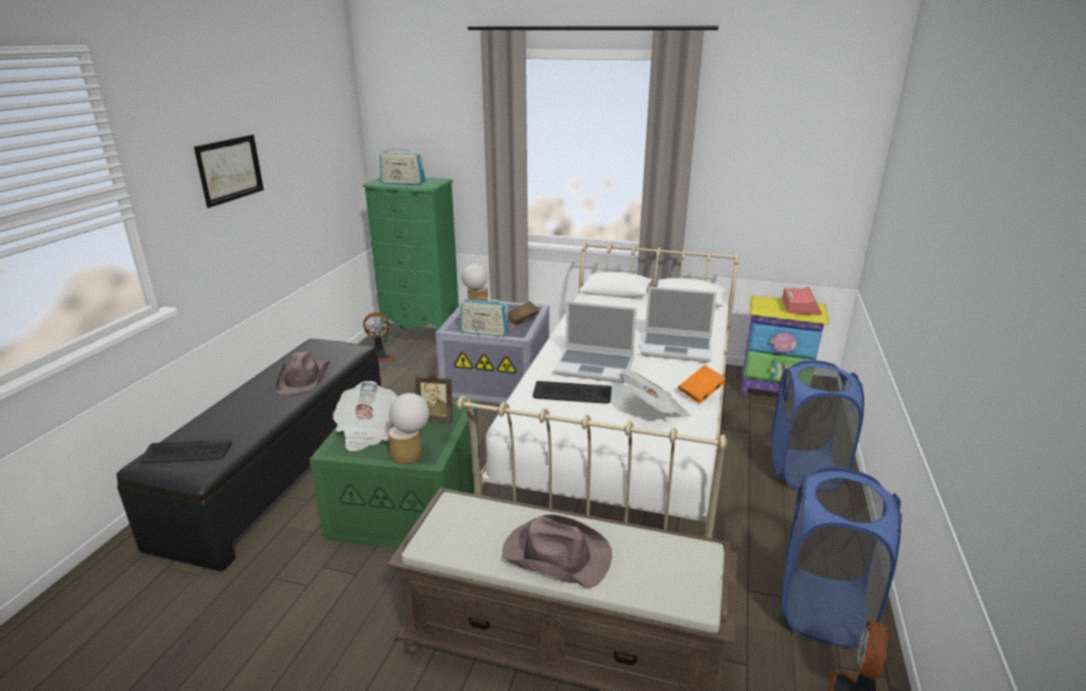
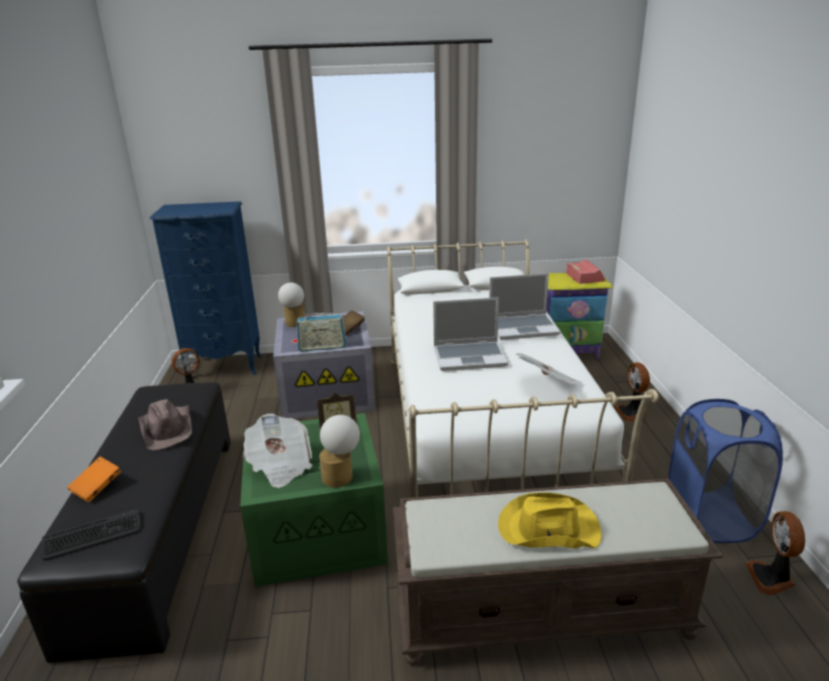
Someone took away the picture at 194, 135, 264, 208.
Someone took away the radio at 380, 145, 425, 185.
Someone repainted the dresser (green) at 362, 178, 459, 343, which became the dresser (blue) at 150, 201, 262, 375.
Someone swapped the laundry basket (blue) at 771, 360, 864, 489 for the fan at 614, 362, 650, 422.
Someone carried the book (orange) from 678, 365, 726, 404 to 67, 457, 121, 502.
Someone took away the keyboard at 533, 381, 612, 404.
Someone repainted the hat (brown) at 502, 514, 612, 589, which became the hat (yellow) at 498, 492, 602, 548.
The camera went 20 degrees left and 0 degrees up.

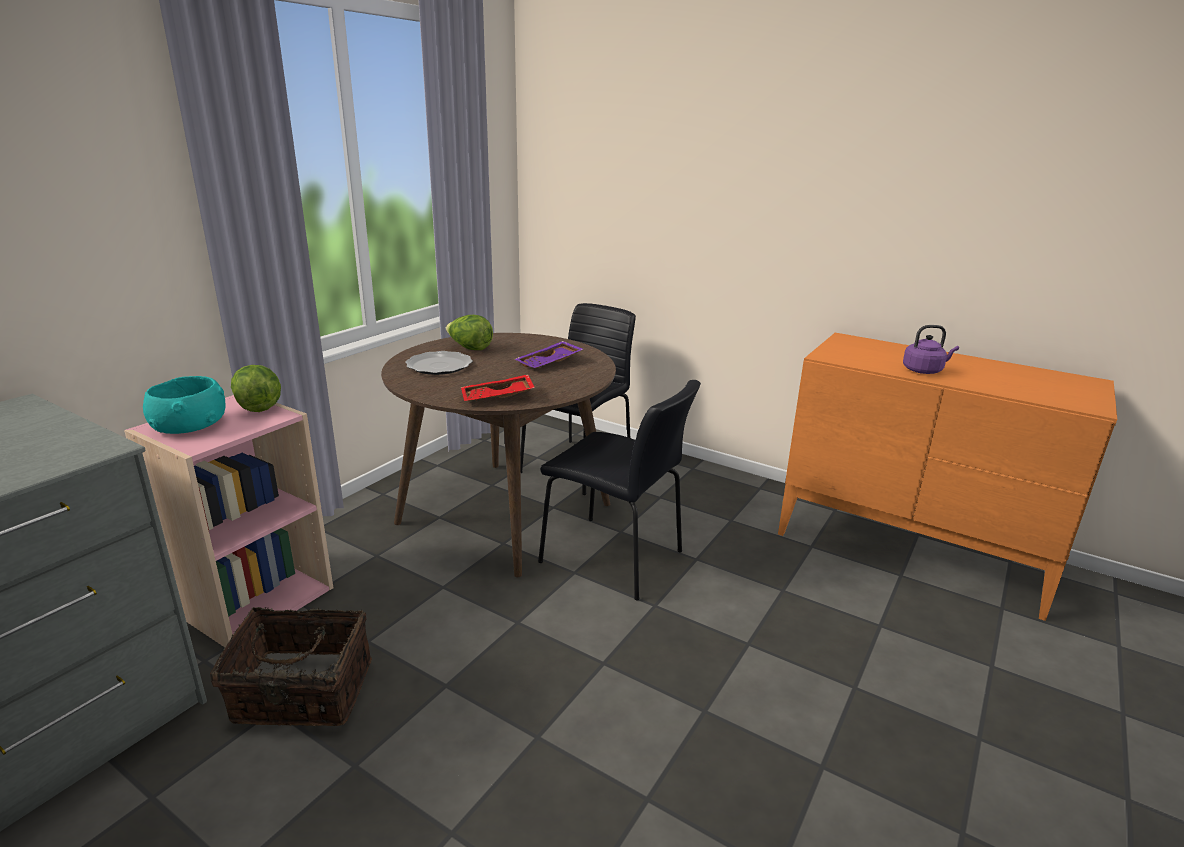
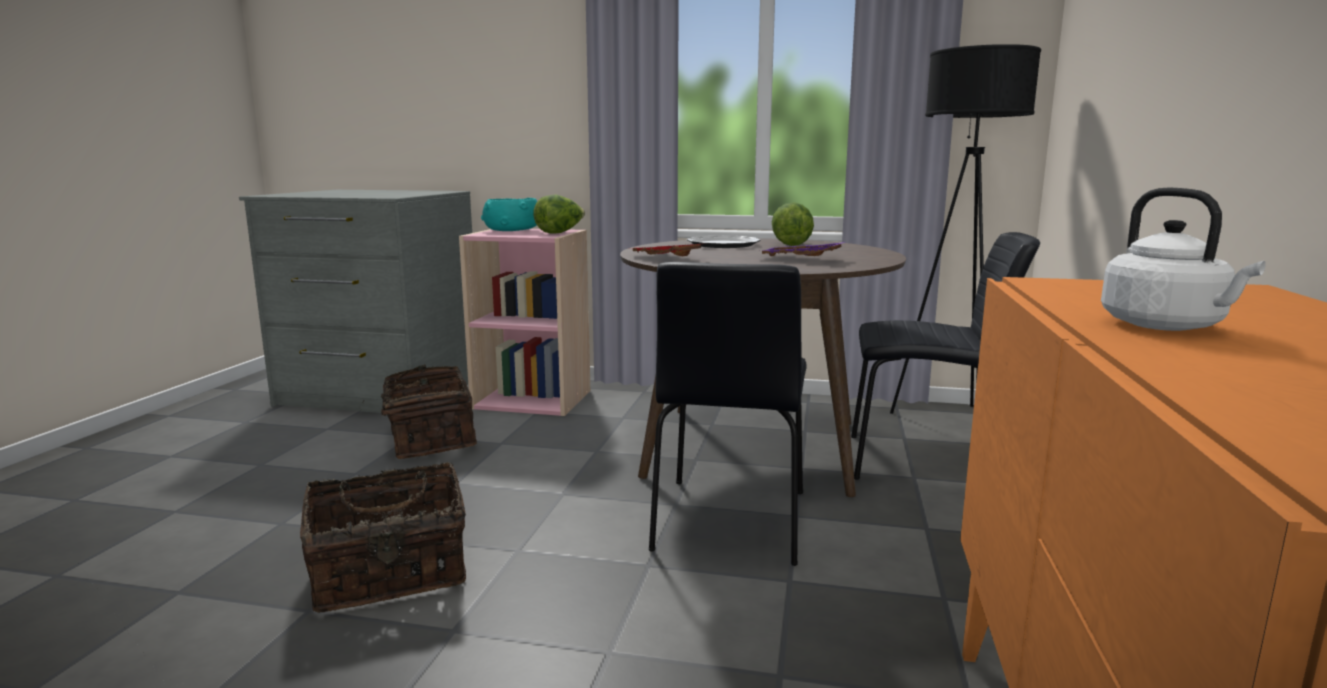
Someone repainted the kettle (purple) at 903, 325, 959, 374, which became the kettle (white) at 1101, 187, 1266, 331.
Someone put down the floor lamp (black) at 890, 44, 1041, 414.
Someone put down the basket at 300, 462, 466, 613.
The camera went 70 degrees right and 10 degrees down.

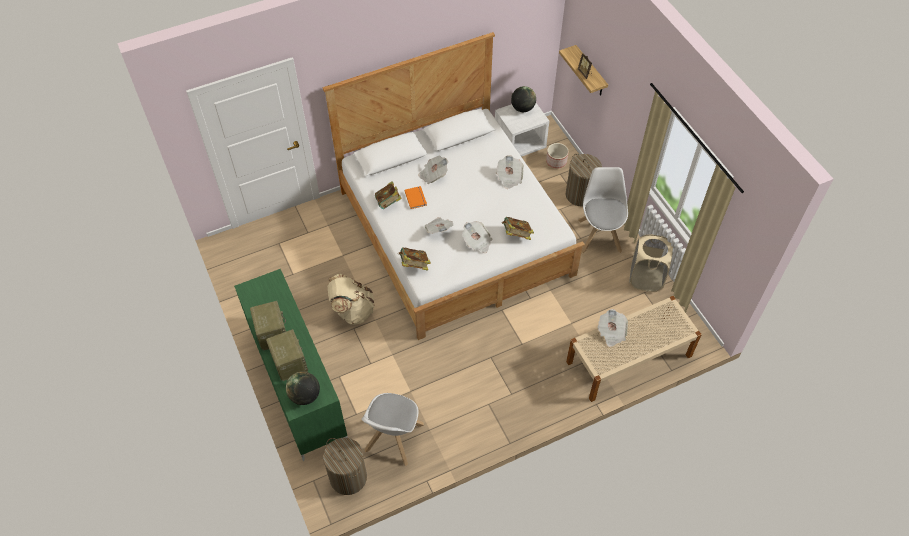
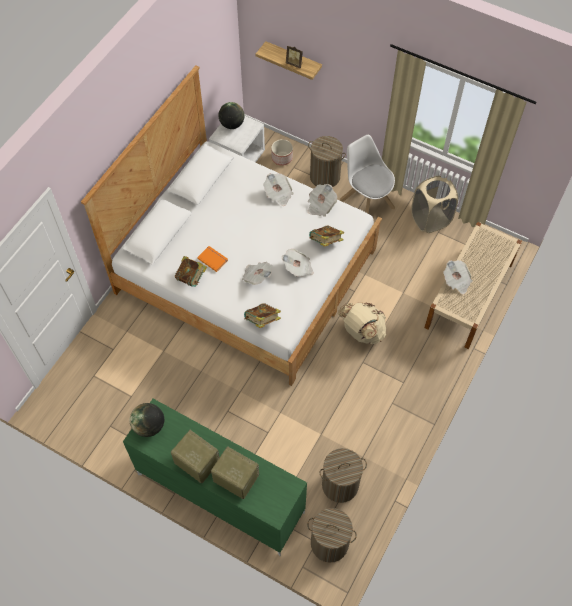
Someone carried the newspaper from 418, 156, 448, 184 to 308, 184, 337, 217.
Someone carried the backpack (beige) from 328, 274, 375, 325 to 338, 302, 386, 344.
Someone carried the globe from 286, 372, 320, 405 to 129, 403, 164, 437.
Someone swapped the chair at 361, 393, 424, 466 for the laundry basket at 320, 448, 367, 503.
The camera went 35 degrees left and 5 degrees up.

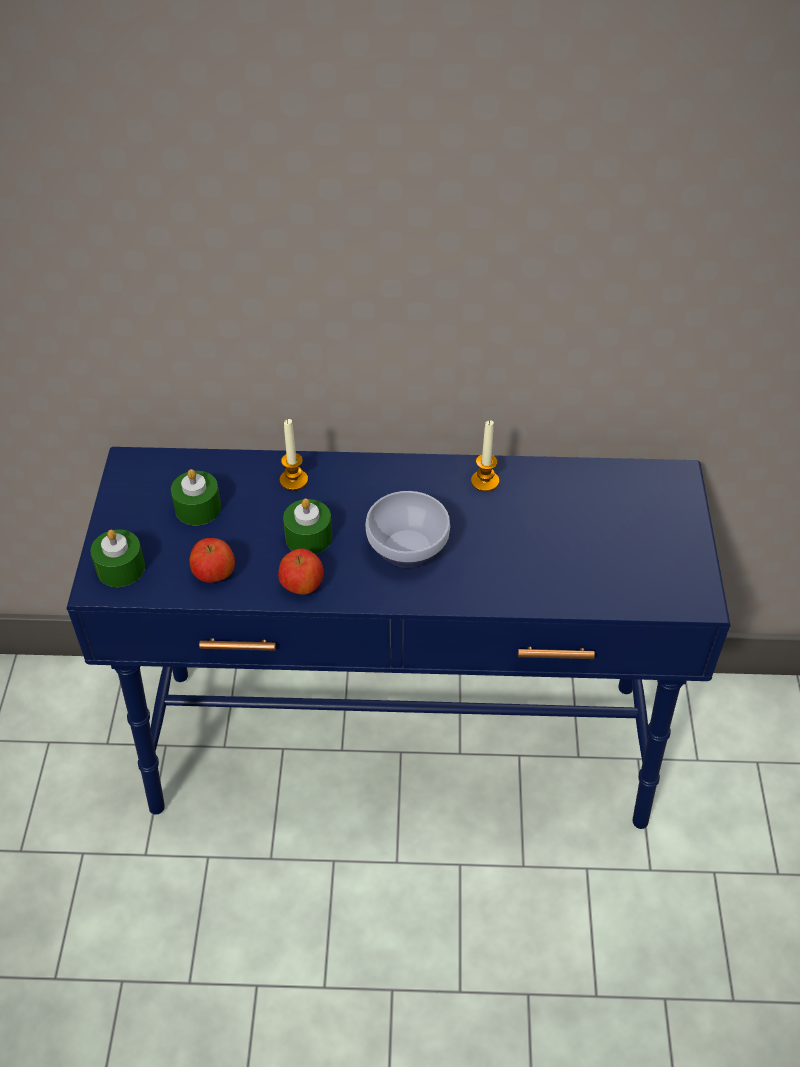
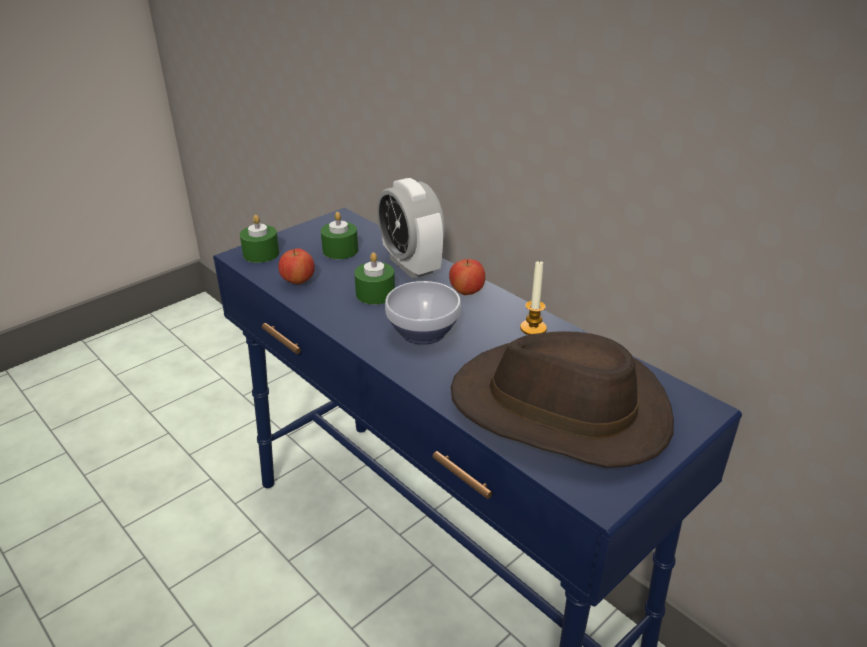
Someone swapped the candle at 280, 419, 308, 491 for the alarm clock at 377, 178, 445, 279.
Someone carried the apple from 278, 548, 324, 595 to 449, 259, 485, 295.
Someone put down the hat (brown) at 451, 331, 674, 468.
The camera went 45 degrees right and 15 degrees down.

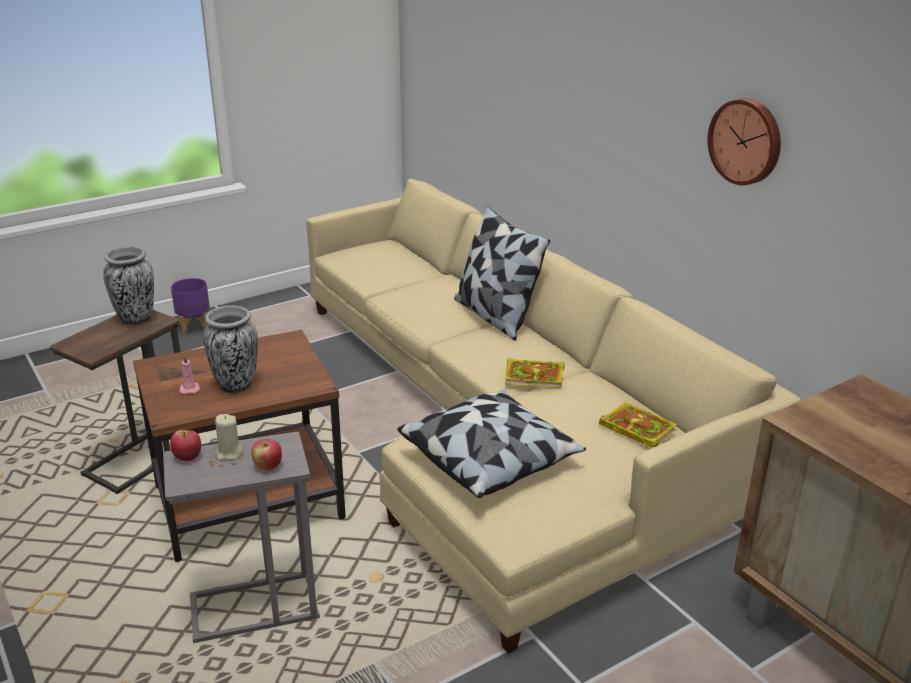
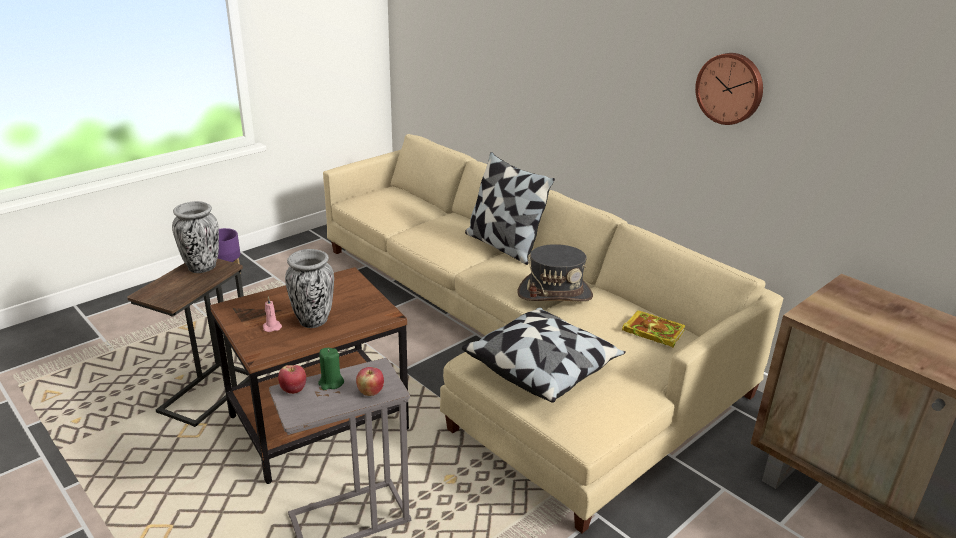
Someone swapped the book at 505, 358, 565, 388 for the hat (grey) at 517, 244, 593, 301.
Someone repainted the candle (beige) at 215, 414, 243, 461, which became the candle (green) at 318, 348, 344, 390.
The camera went 10 degrees left and 0 degrees up.

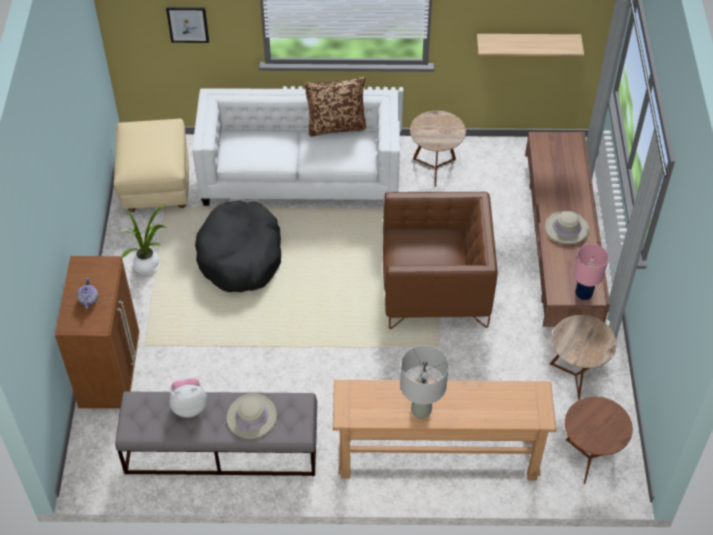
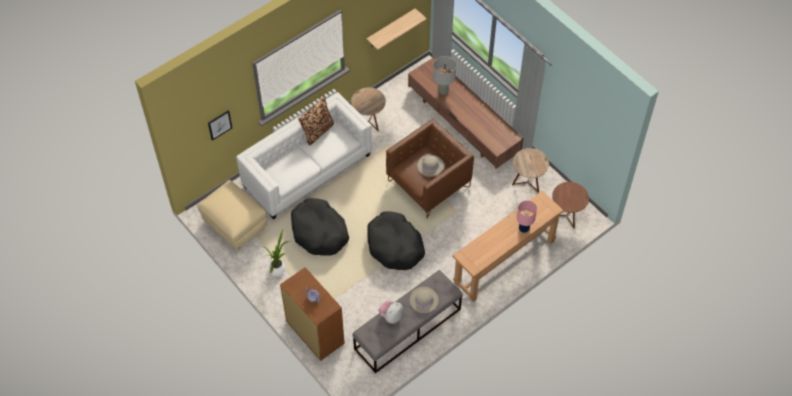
Someone carried the hat (beige) from 545, 211, 590, 244 to 417, 155, 444, 177.
Someone carried the table lamp (pink) from 573, 244, 609, 300 to 517, 201, 537, 233.
Someone carried the table lamp (grey) from 400, 345, 449, 419 to 433, 56, 456, 95.
Someone put down the dog bed (black) at 367, 211, 425, 270.
The camera went 40 degrees left and 5 degrees up.

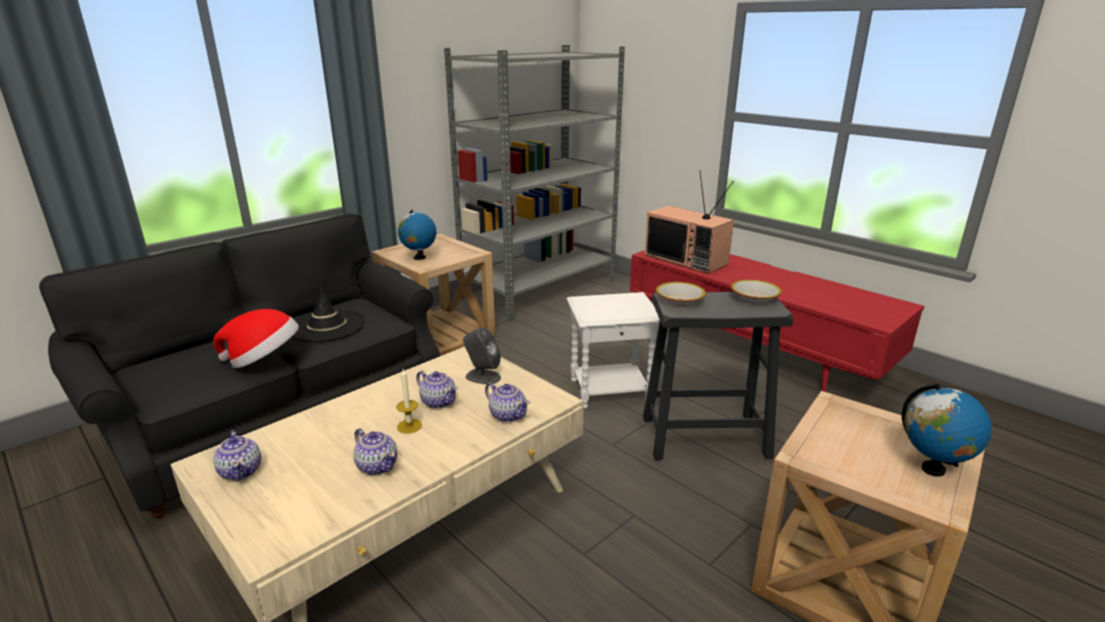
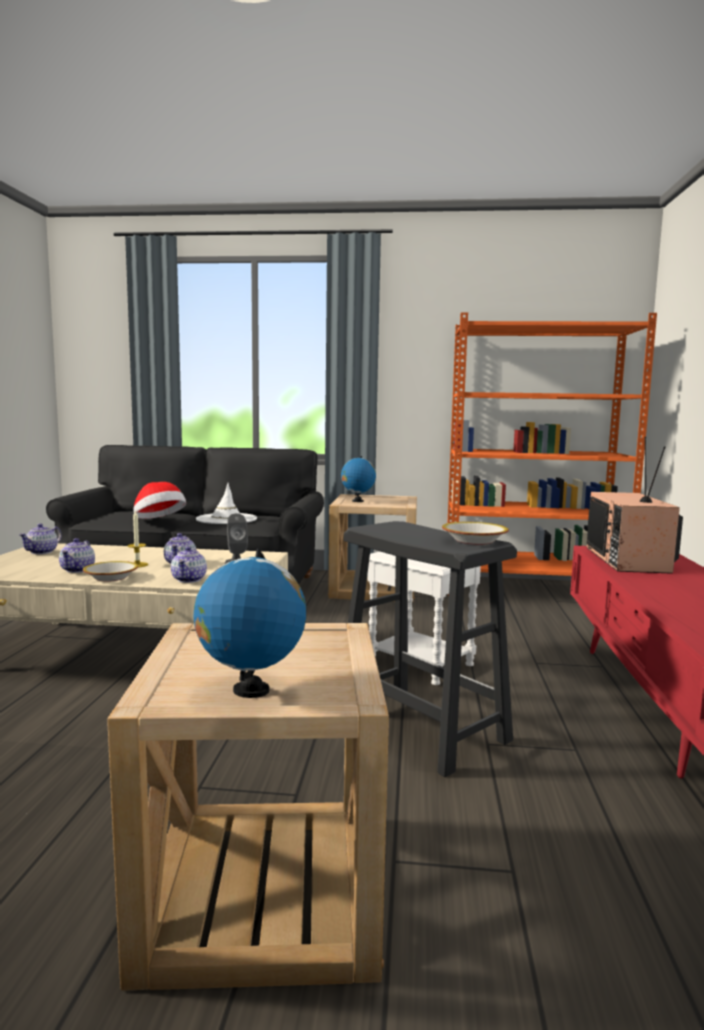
Someone repainted the bookcase (grey) at 444, 45, 625, 322, which became the bookcase (orange) at 447, 312, 657, 576.
Someone carried the bowl from 656, 282, 706, 306 to 83, 561, 138, 582.
Someone repainted the hat (black) at 292, 284, 365, 342, which became the hat (white) at 196, 483, 257, 524.
The camera went 50 degrees right and 15 degrees down.

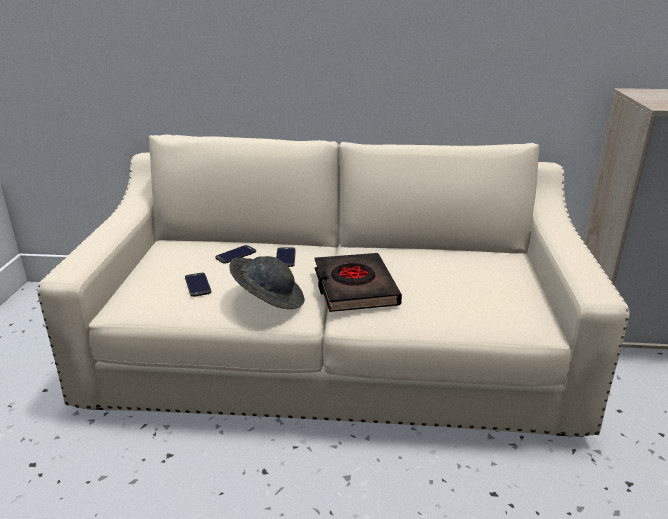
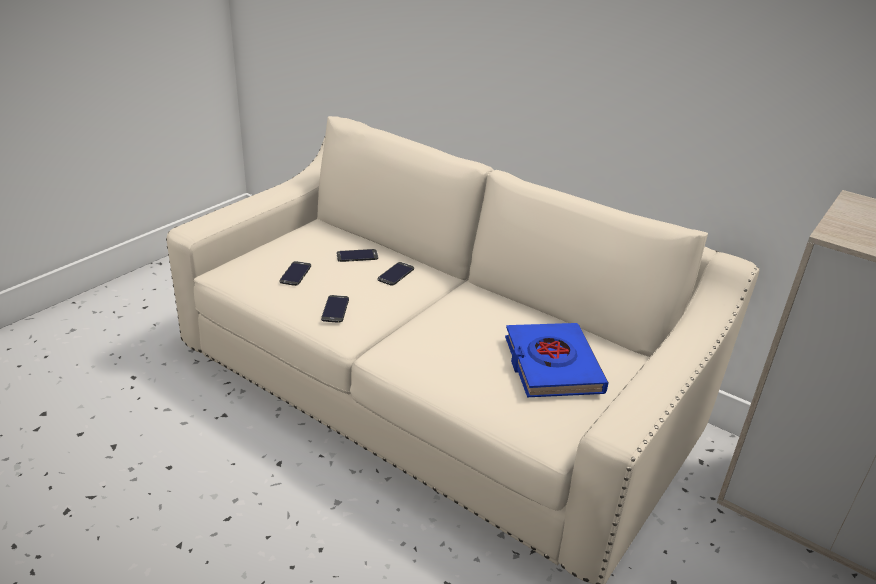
Someone took away the book (black) at 315, 253, 402, 312.
Someone swapped the hat (grey) at 229, 256, 305, 309 for the phone at 321, 295, 349, 323.
Someone put down the book (blue) at 505, 323, 609, 397.
The camera went 30 degrees right and 5 degrees up.

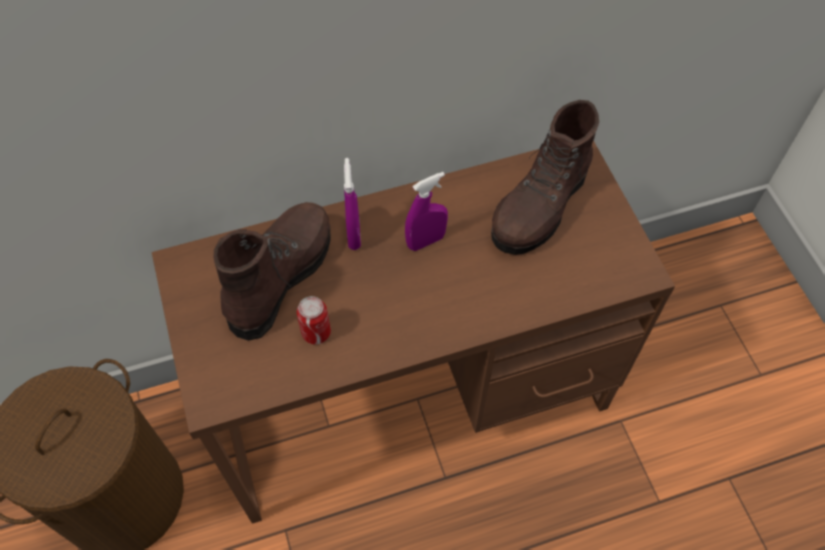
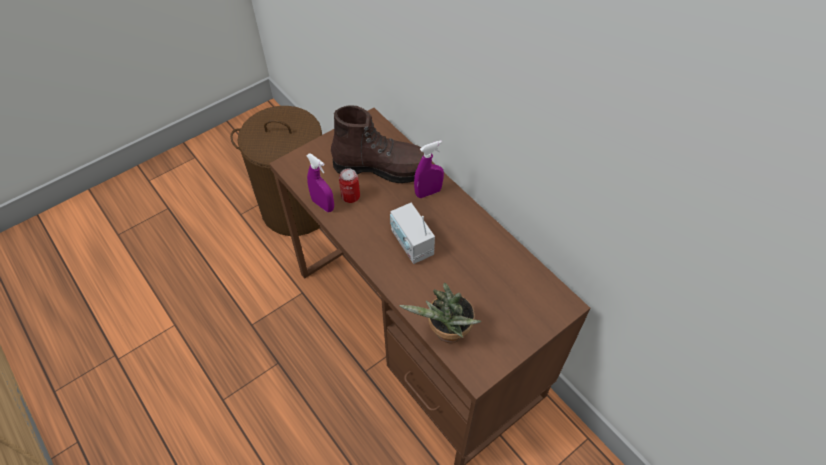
Someone took away the boot (brown) at 491, 100, 599, 255.
Someone carried the spray bottle (purple) from 405, 172, 448, 251 to 306, 153, 334, 212.
Someone put down the radio at 390, 203, 435, 264.
Someone put down the potted plant at 399, 283, 481, 343.
The camera went 70 degrees right and 5 degrees down.

